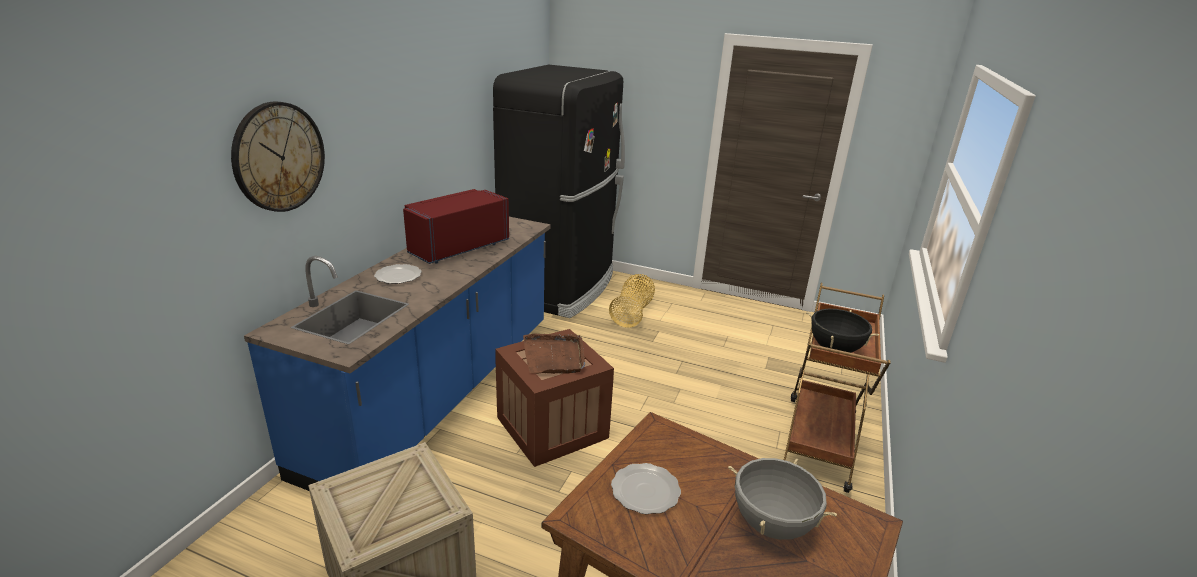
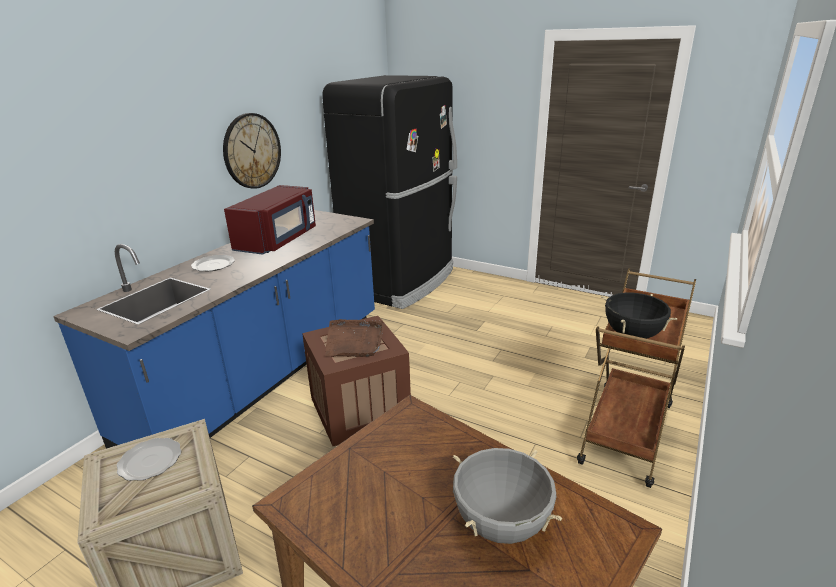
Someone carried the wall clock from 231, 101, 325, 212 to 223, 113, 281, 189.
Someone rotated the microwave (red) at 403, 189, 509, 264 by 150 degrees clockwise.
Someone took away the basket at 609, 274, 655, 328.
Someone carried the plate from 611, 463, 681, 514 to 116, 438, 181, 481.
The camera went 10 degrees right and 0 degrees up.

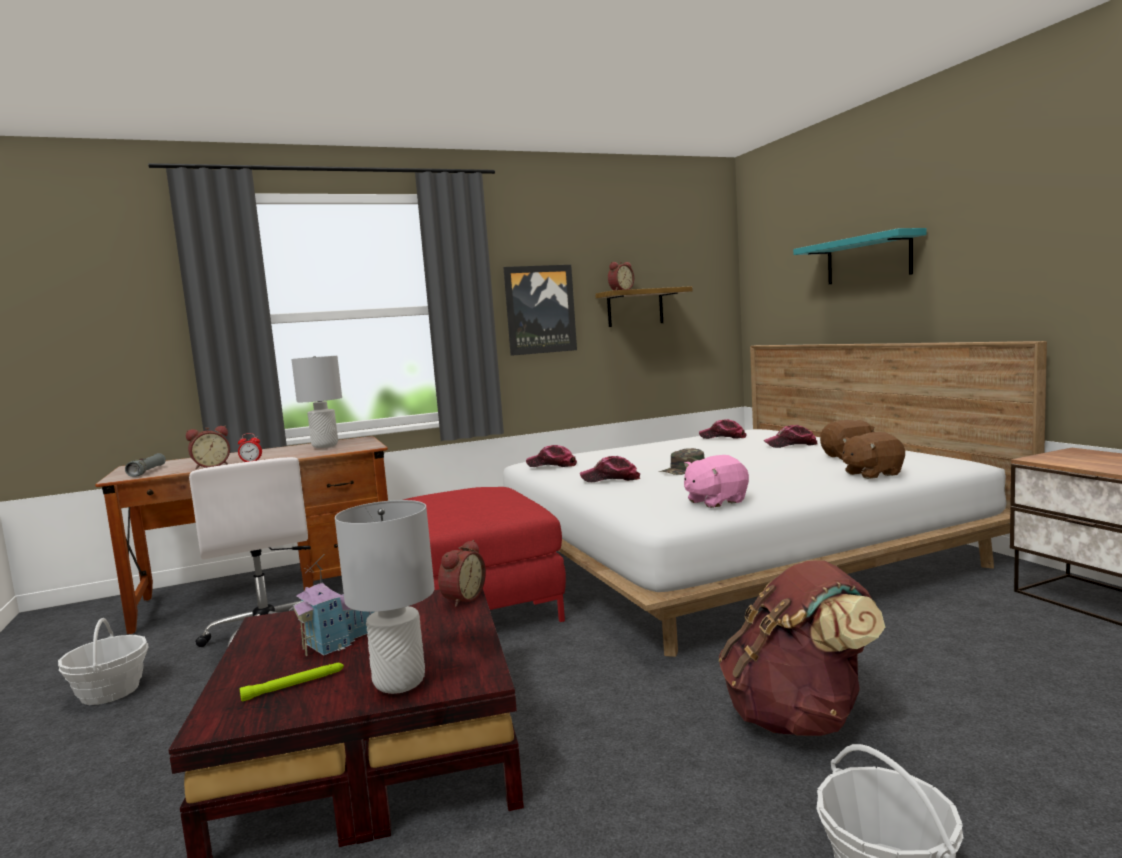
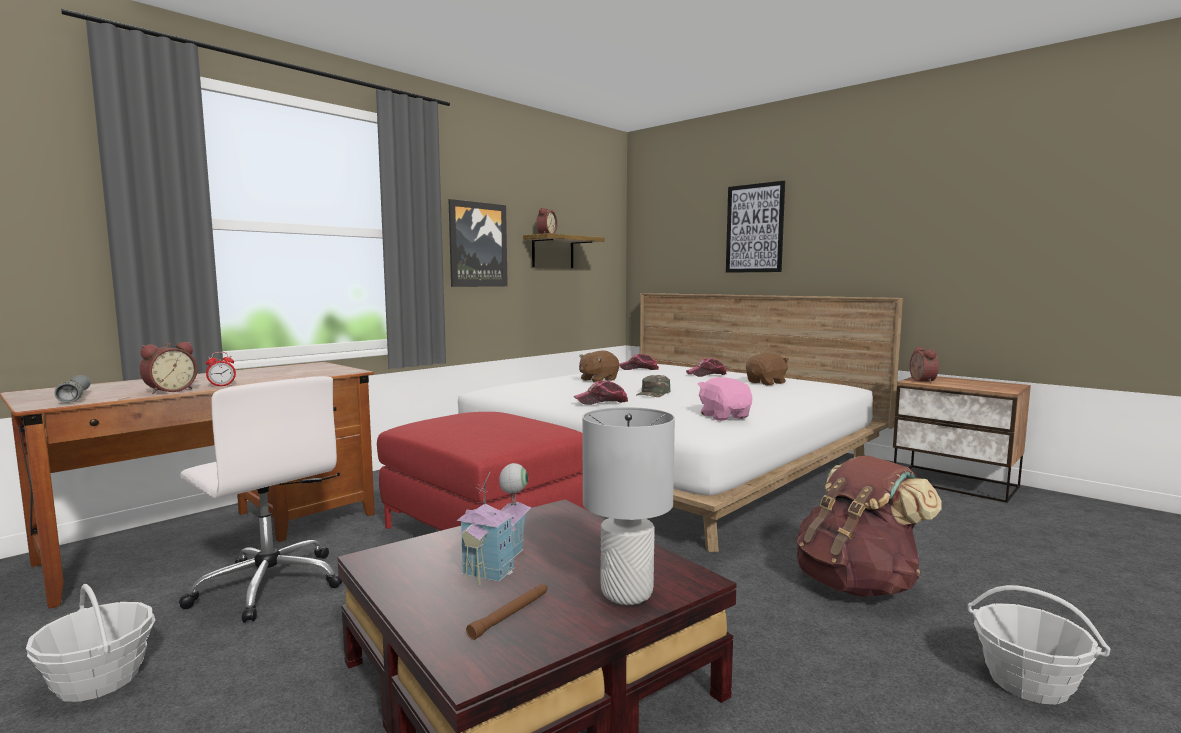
Someone swapped the shelf (turquoise) at 793, 228, 927, 284 for the picture at 726, 181, 785, 273.
Someone took away the table lamp (grey) at 291, 356, 342, 448.
Someone carried the plush toy (brown) from 842, 432, 905, 479 to 579, 351, 619, 383.
Someone took away the cap at 526, 445, 577, 467.
Someone rotated the plush toy (pink) at 684, 455, 749, 508 by 120 degrees clockwise.
Someone carried the alarm clock from 438, 540, 486, 607 to 910, 347, 939, 383.
Someone repainted the flashlight (green) at 240, 663, 344, 701, which became the flashlight (brown) at 466, 584, 547, 640.
The camera went 25 degrees left and 0 degrees up.

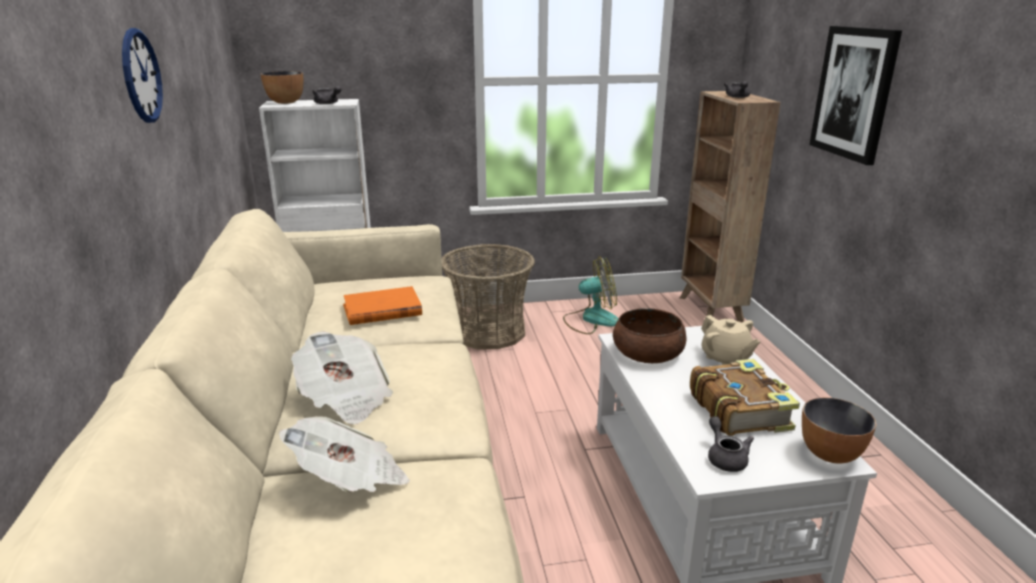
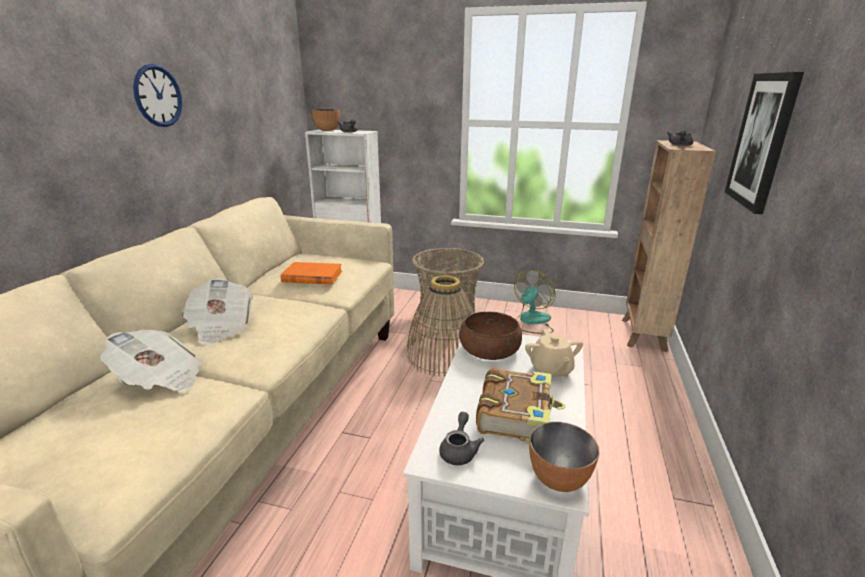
Someone rotated the fan at 563, 256, 619, 334 by 75 degrees counterclockwise.
Someone put down the basket at 406, 275, 474, 377.
The camera went 25 degrees right and 0 degrees up.

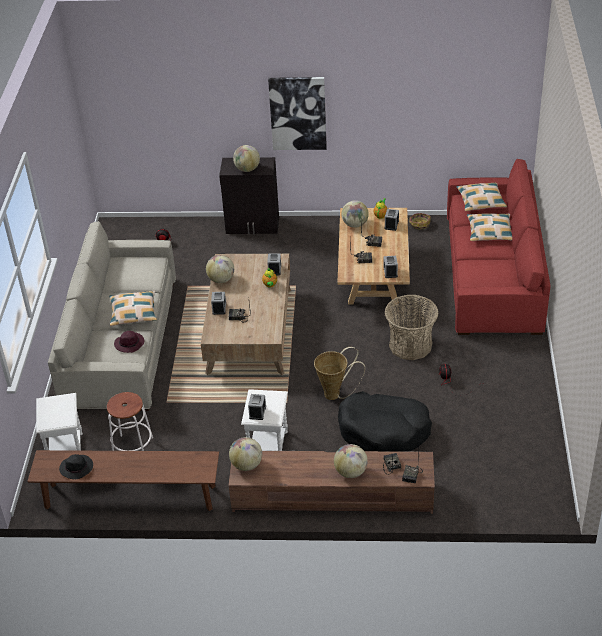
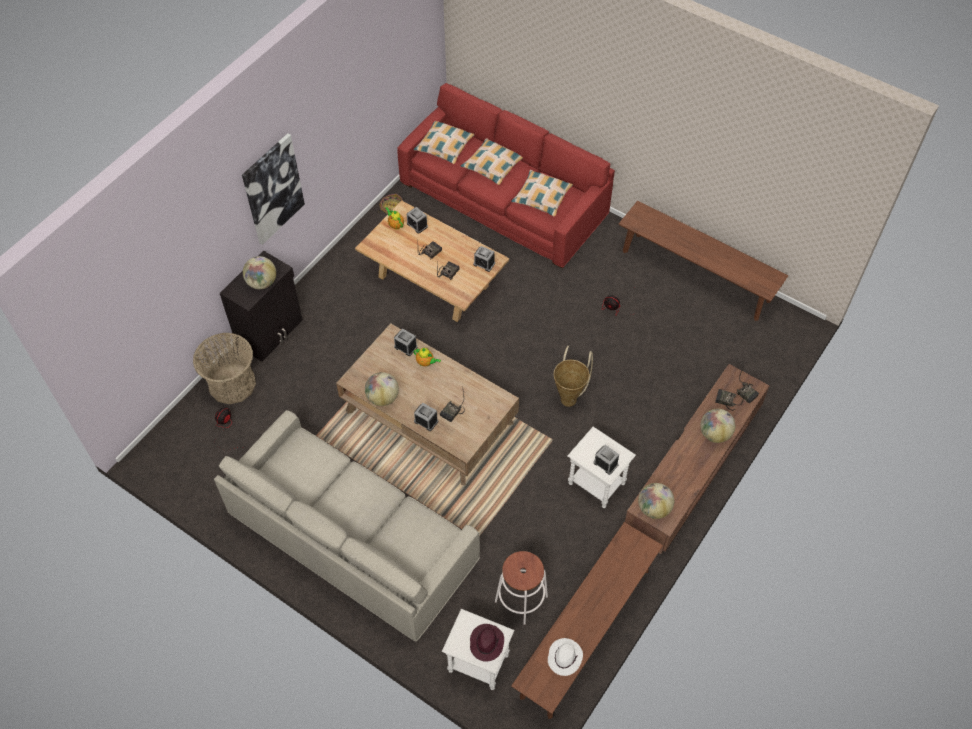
Someone took away the globe at 341, 200, 369, 228.
Someone carried the pillow from 109, 291, 157, 326 to 511, 170, 573, 216.
Someone carried the basket from 384, 295, 439, 360 to 193, 333, 256, 404.
Someone carried the hat (purple) from 114, 331, 144, 353 to 470, 624, 504, 662.
Someone took away the dog bed (black) at 338, 391, 432, 452.
Someone repainted the hat (black) at 59, 454, 93, 479, which became the hat (white) at 548, 638, 583, 676.
Someone put down the bench (brown) at 619, 201, 789, 321.
The camera went 60 degrees left and 15 degrees up.

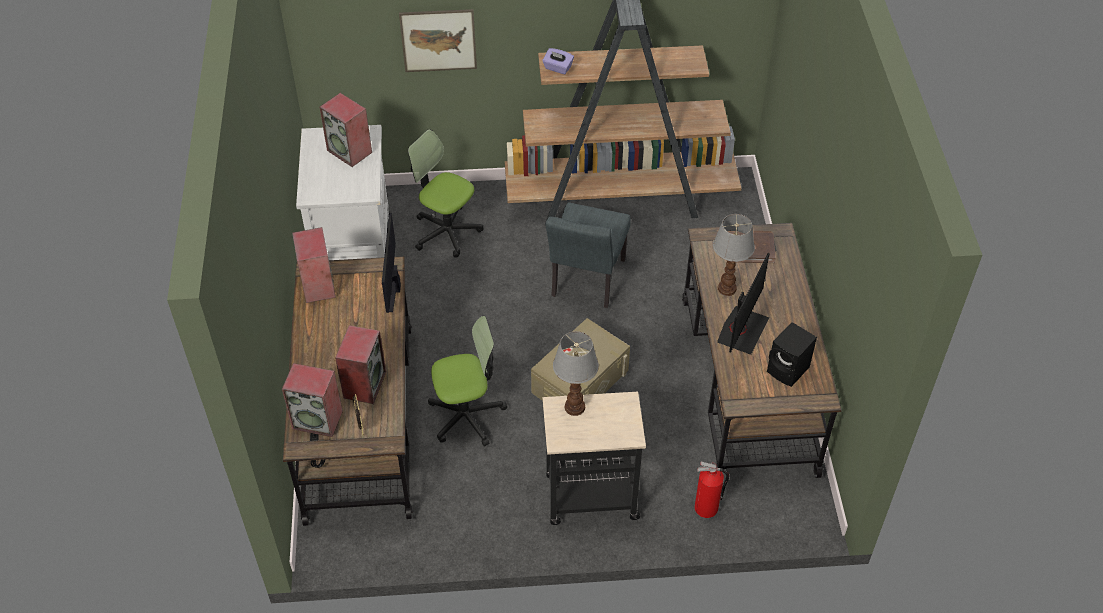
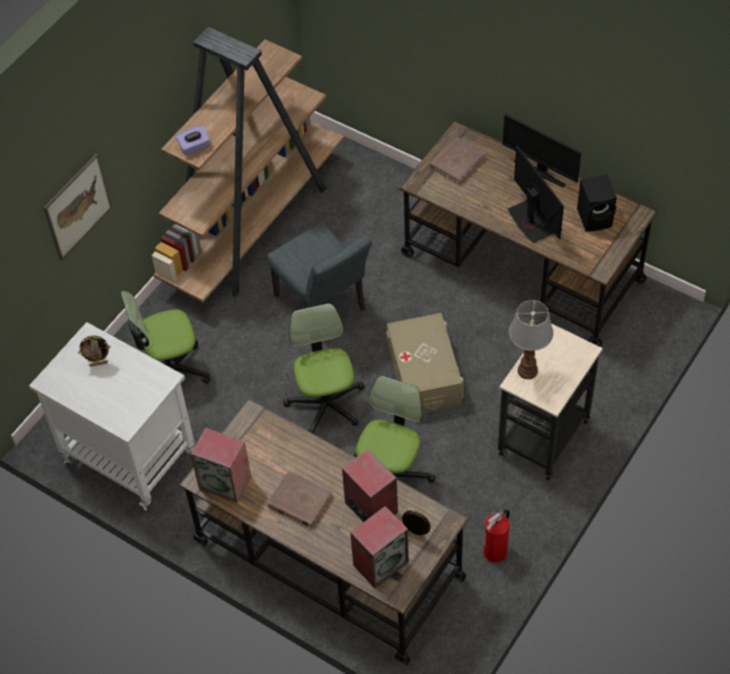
Someone swapped the speaker at 319, 93, 372, 167 for the picture frame at 78, 335, 111, 366.
Someone carried the monitor from 382, 213, 401, 313 to 503, 114, 581, 187.
Someone took away the table lamp at 713, 214, 755, 296.
Someone carried the fire extinguisher from 695, 462, 729, 518 to 483, 509, 510, 563.
Someone put down the office chair at 283, 303, 365, 434.
Someone put down the book (brown) at 267, 471, 333, 528.
The camera went 50 degrees left and 5 degrees up.

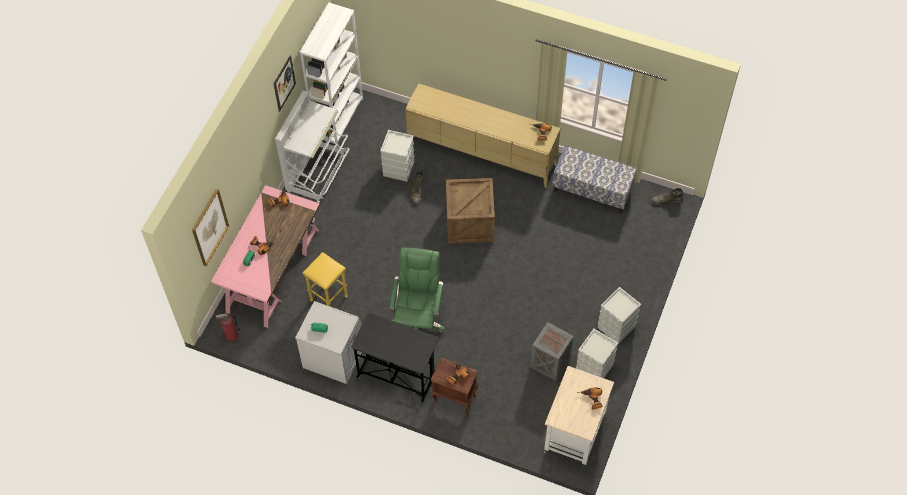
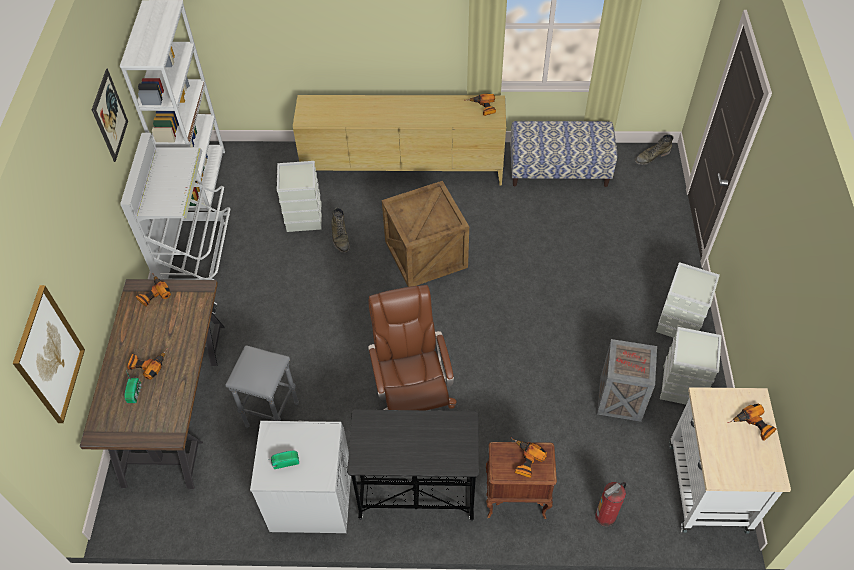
Someone repainted the desk (pink) at 211, 185, 320, 328, which became the desk (brown) at 80, 279, 225, 489.
Someone repainted the office chair (green) at 390, 247, 444, 333, which became the office chair (brown) at 368, 285, 457, 410.
Someone repainted the stool (yellow) at 303, 252, 348, 307, which became the stool (grey) at 225, 345, 299, 428.
Someone carried the fire extinguisher from 216, 313, 240, 343 to 595, 482, 626, 527.
The camera went 20 degrees left and 5 degrees down.

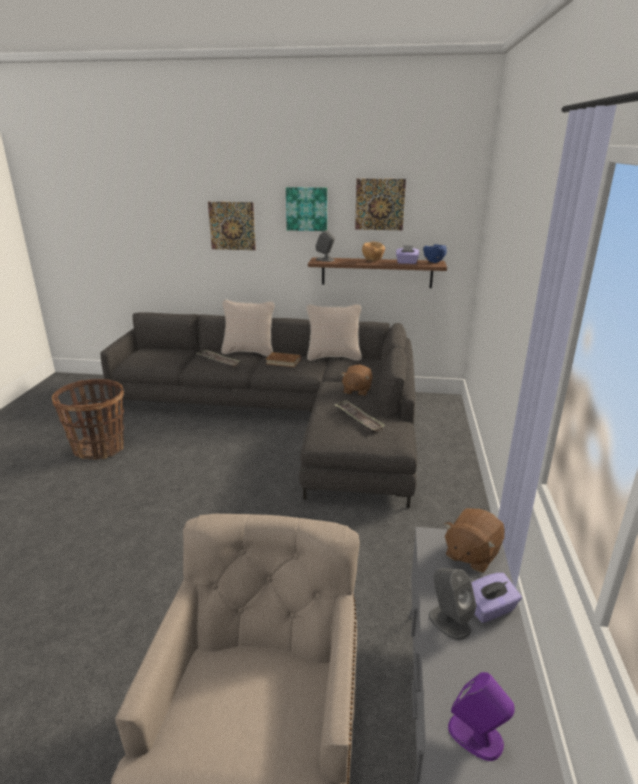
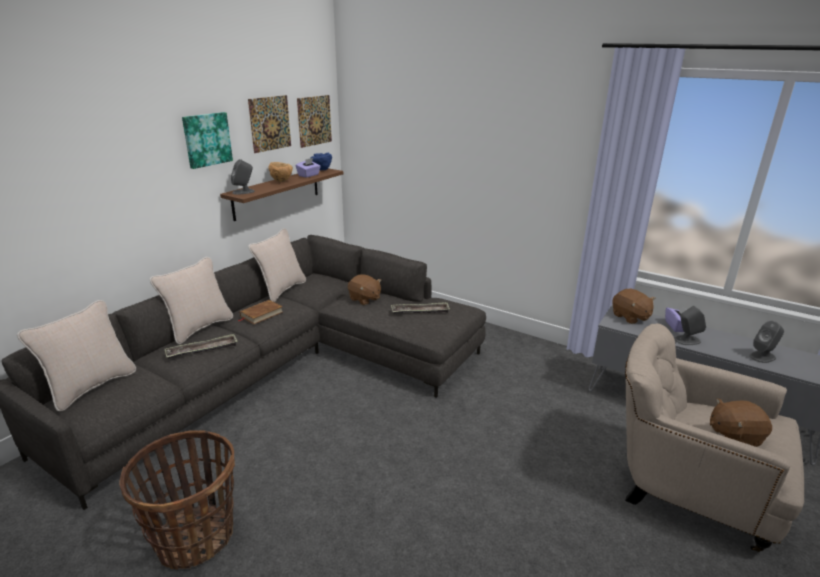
Someone carried the picture from 208, 202, 256, 250 to 297, 95, 332, 148.
Someone repainted the speaker (purple) at 448, 672, 515, 761, which became the speaker (grey) at 749, 321, 784, 363.
Someone put down the pillow (beige) at 17, 300, 136, 411.
Someone put down the plush toy (brown) at 710, 398, 772, 447.
The camera went 65 degrees left and 0 degrees up.

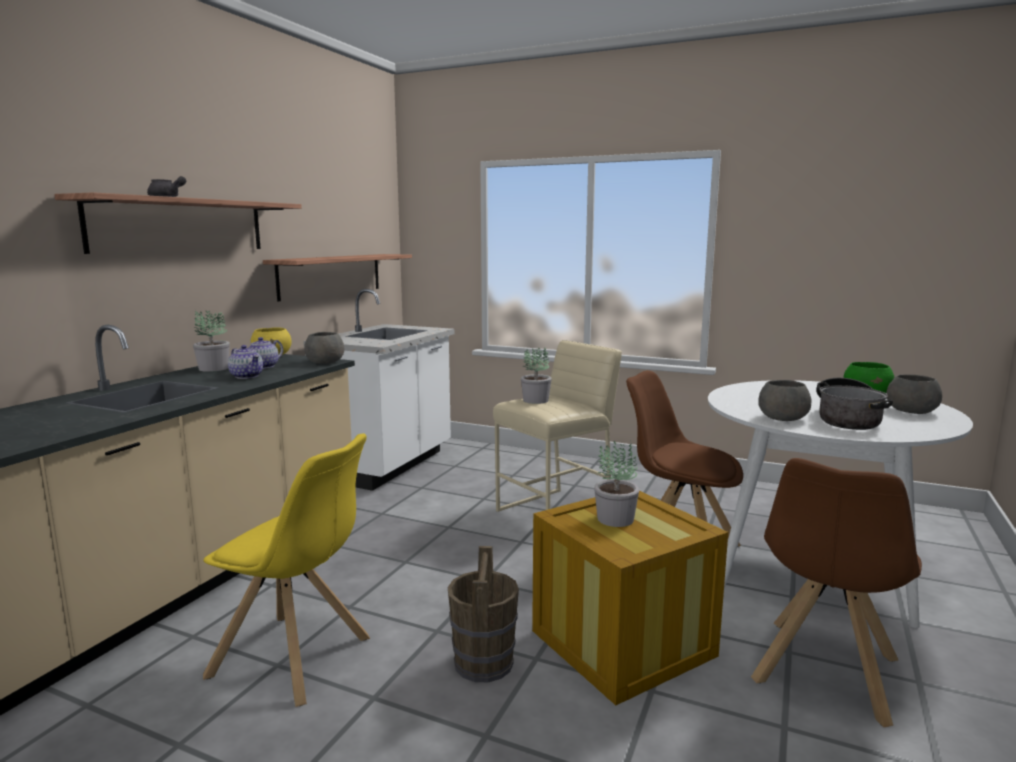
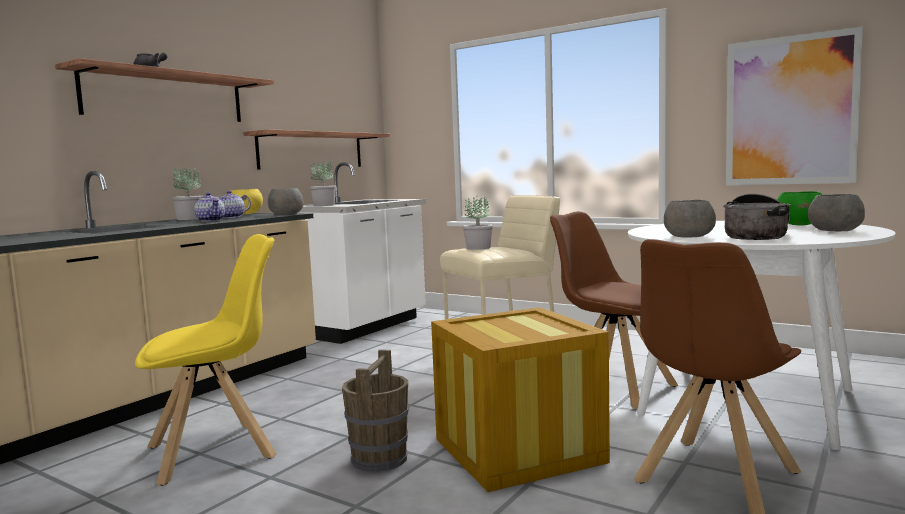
Someone rotated the chair (yellow) at 203, 433, 370, 707 by 60 degrees counterclockwise.
Someone carried the potted plant from 594, 440, 639, 527 to 310, 161, 336, 206.
Someone put up the picture at 726, 26, 863, 185.
The camera went 10 degrees right and 5 degrees down.

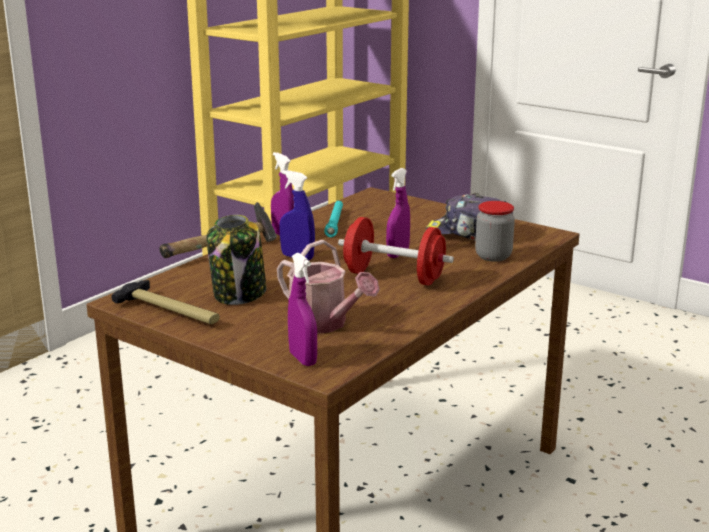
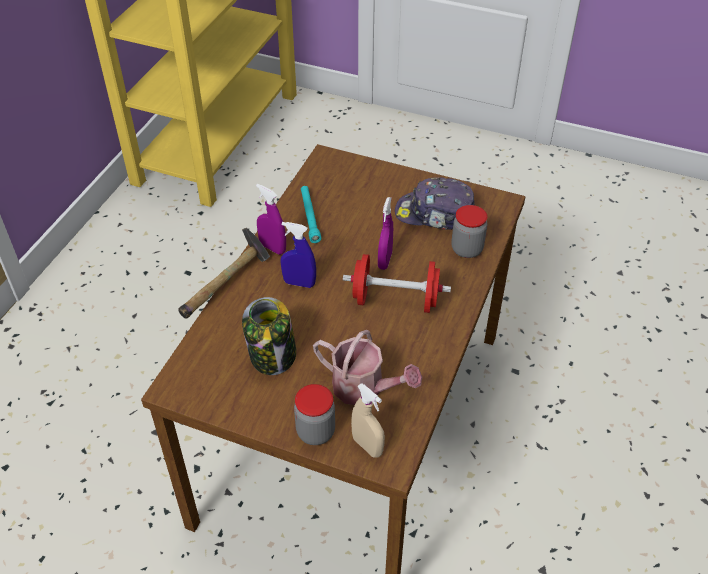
Someone repainted the spray bottle (purple) at 288, 253, 317, 366, which became the spray bottle (beige) at 351, 383, 385, 458.
Someone took away the hammer at 111, 280, 220, 324.
Someone put down the jar at 294, 384, 335, 445.
The camera went 15 degrees left and 25 degrees up.

